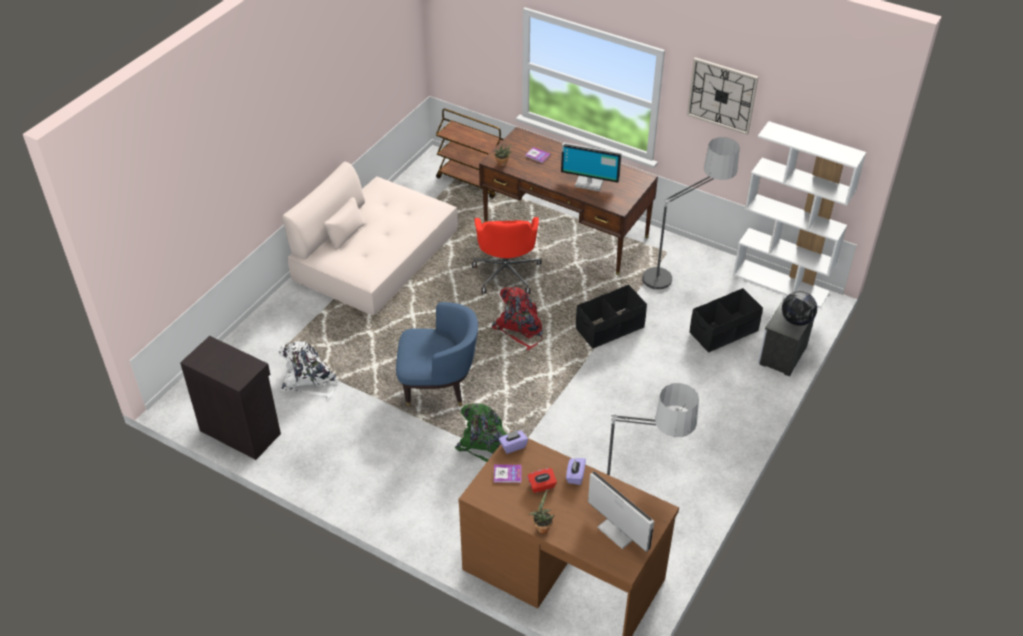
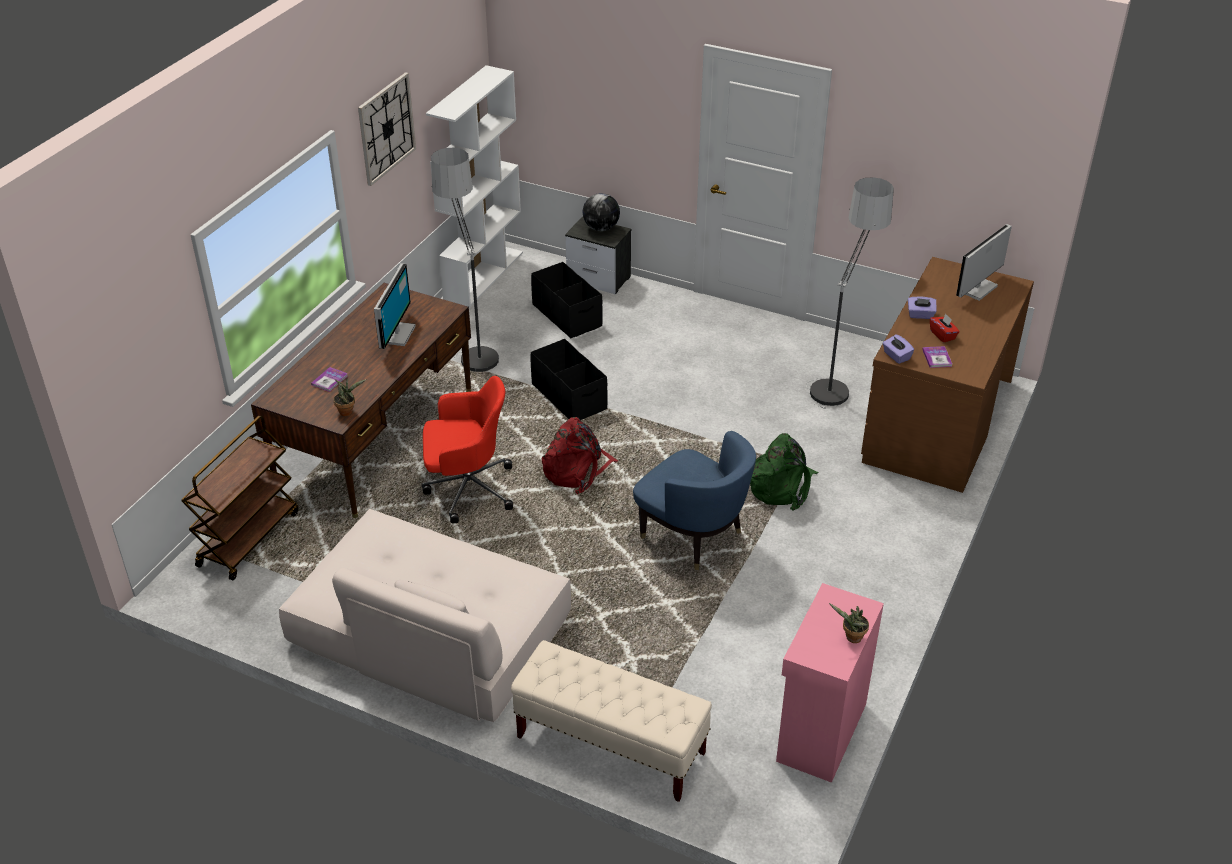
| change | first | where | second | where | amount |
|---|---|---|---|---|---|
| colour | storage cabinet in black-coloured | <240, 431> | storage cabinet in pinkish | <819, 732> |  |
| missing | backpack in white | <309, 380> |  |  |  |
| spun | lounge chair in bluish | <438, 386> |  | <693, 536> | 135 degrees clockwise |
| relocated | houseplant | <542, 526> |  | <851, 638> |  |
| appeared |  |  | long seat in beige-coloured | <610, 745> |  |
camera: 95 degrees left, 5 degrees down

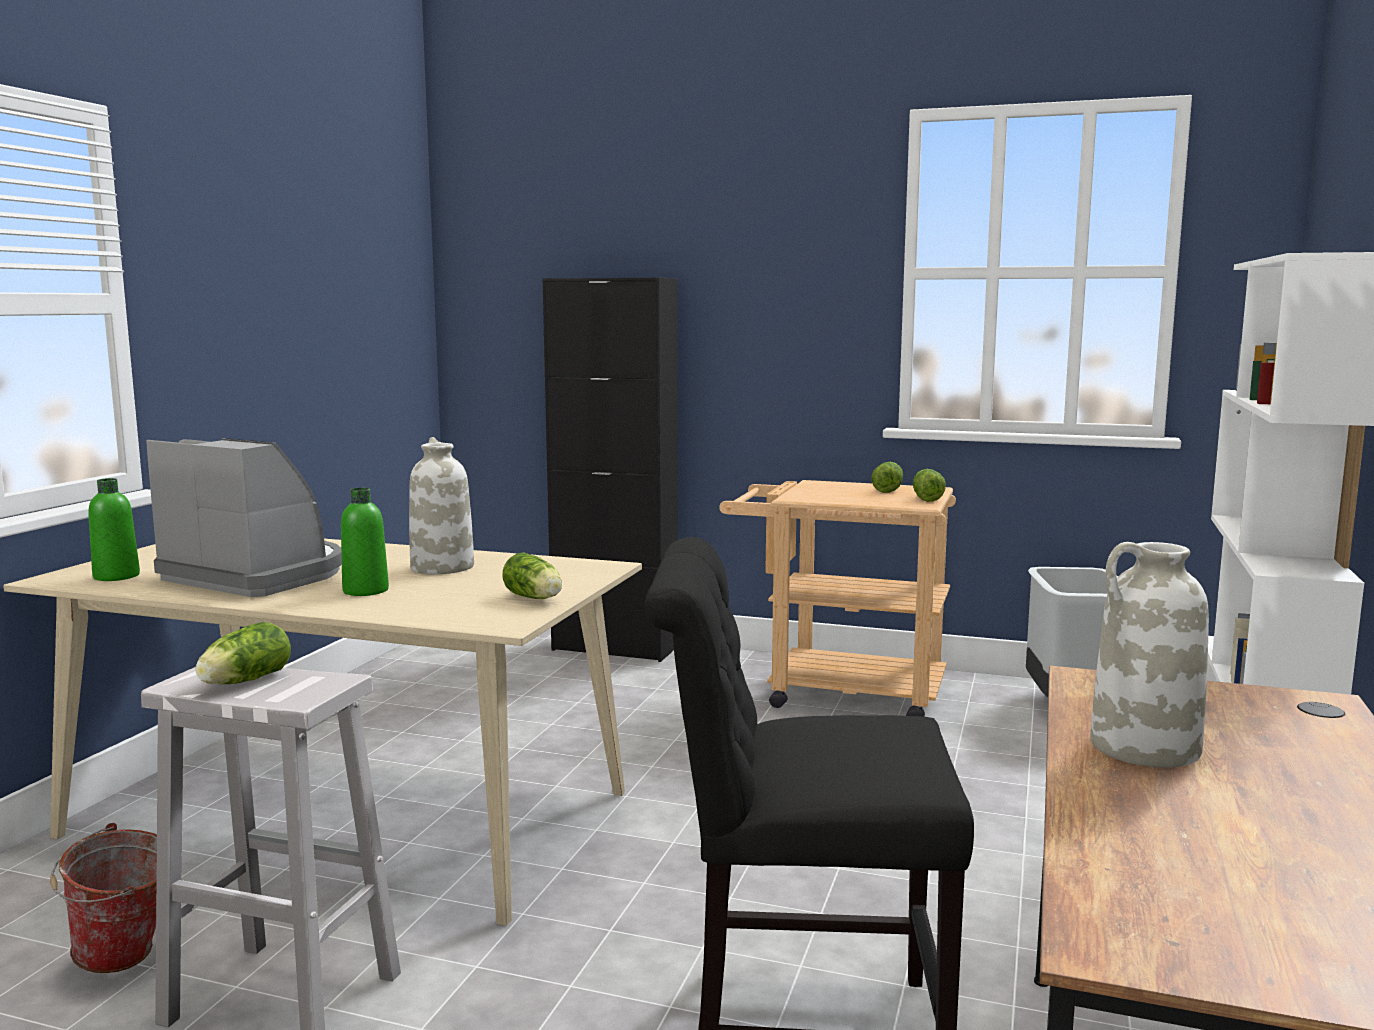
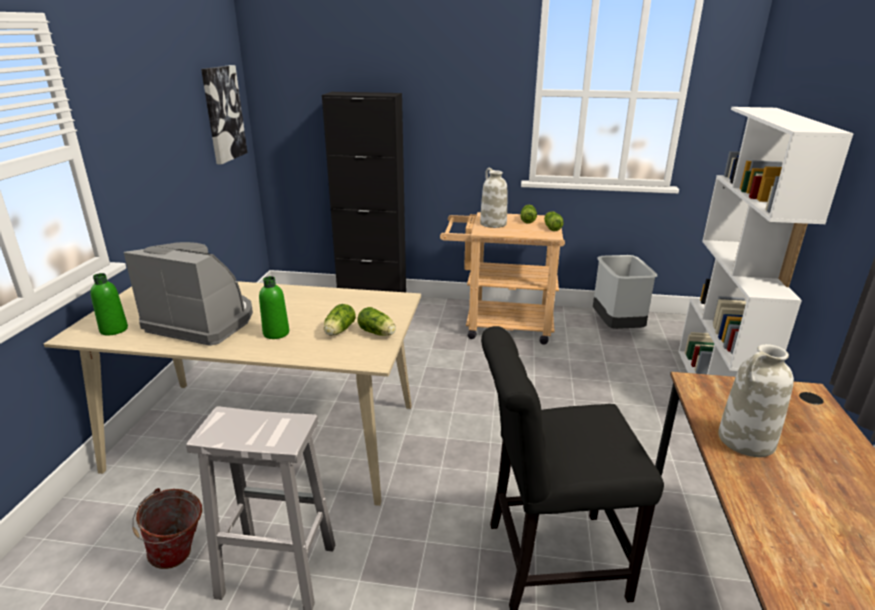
| change | first | where | second | where | amount |
|---|---|---|---|---|---|
| relocated | lettuce head | <242, 681> |  | <338, 331> |  |
| relocated | flower vase in white | <441, 567> |  | <492, 224> |  |
| appeared |  |  | picture | <223, 114> |  |
camera: 10 degrees left, 15 degrees up

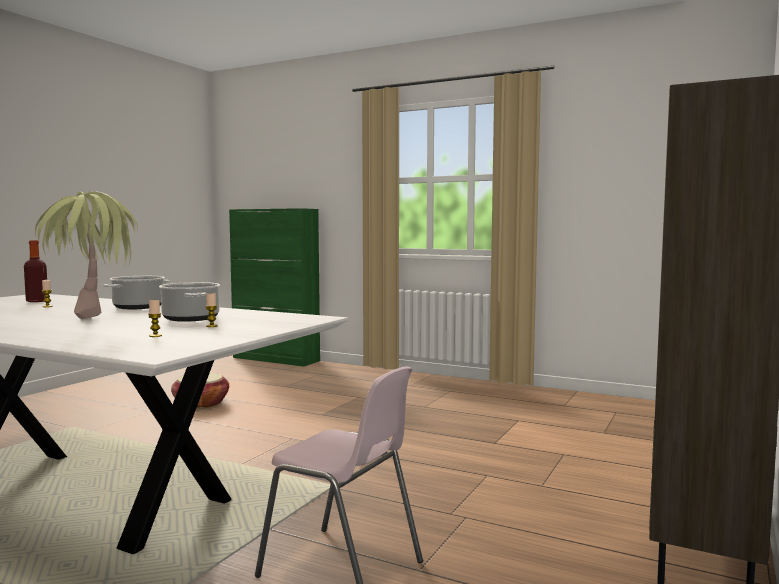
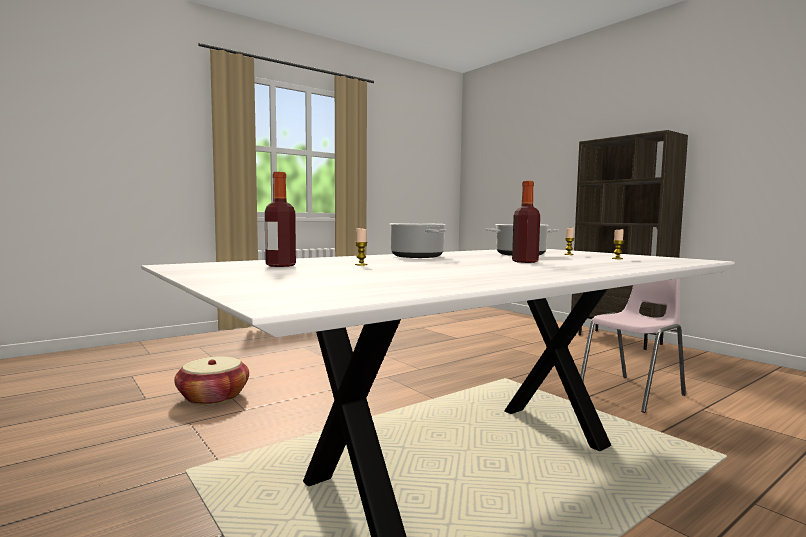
| change | first | where | second | where | amount |
|---|---|---|---|---|---|
| exchanged | houseplant | <91, 322> | drink bottle | <525, 262> |  |
| missing | storage cabinet in greenish | <276, 359> |  |  |  |
camera: 65 degrees left, 0 degrees up

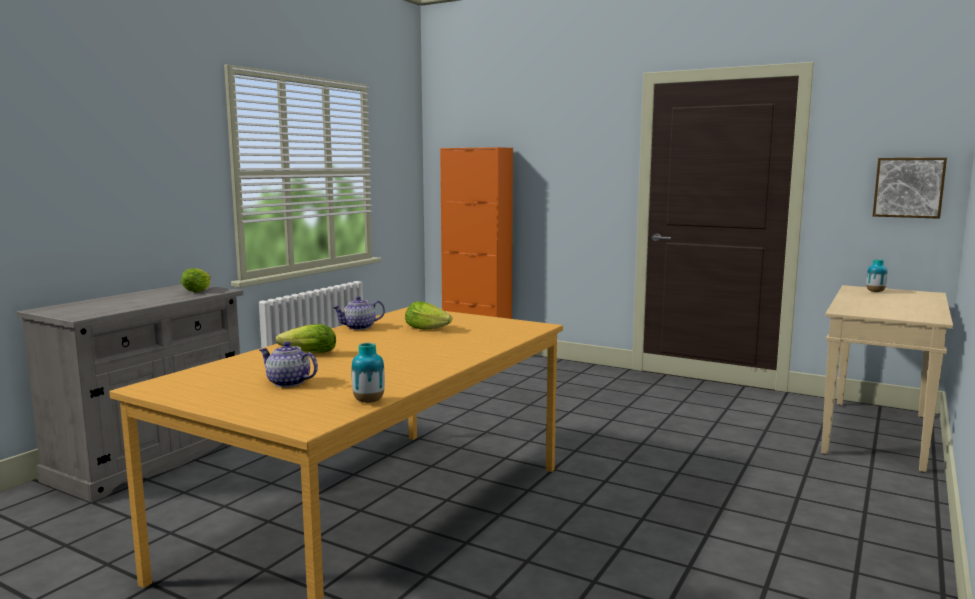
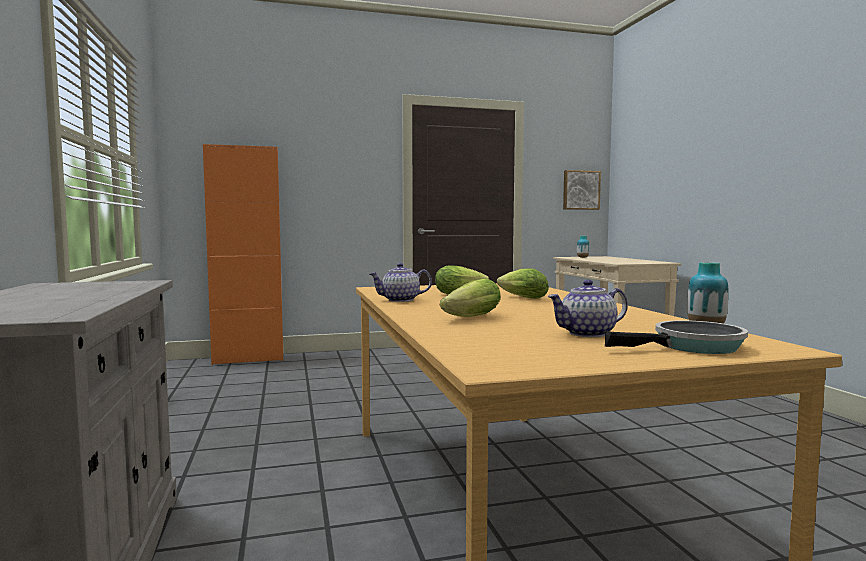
| change | first | where | second | where | amount |
|---|---|---|---|---|---|
| relocated | lettuce head | <199, 290> |  | <520, 297> |  |
| spun | tea pot | <359, 327> |  | <400, 300> | 60 degrees clockwise |
| appeared |  |  | skillet | <692, 347> |  |
camera: 45 degrees left, 5 degrees down

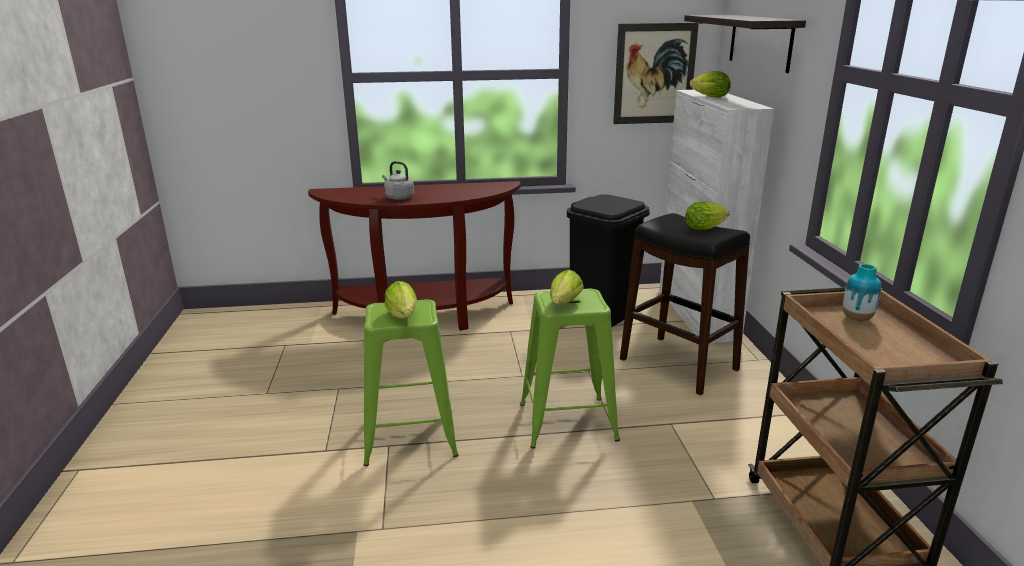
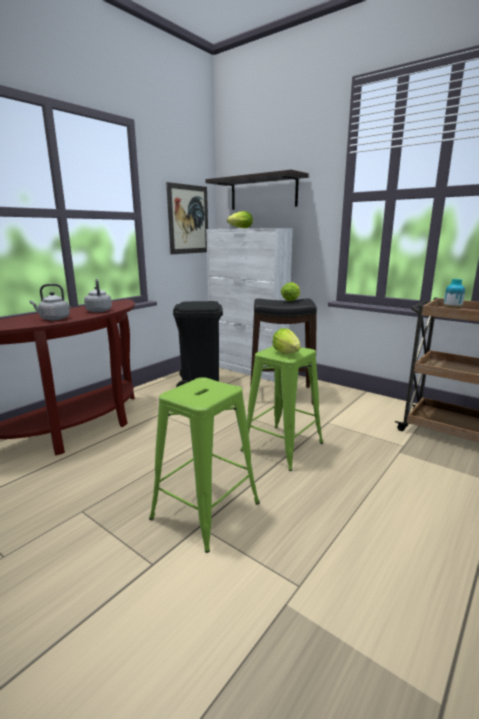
| change | first | where | second | where | amount |
|---|---|---|---|---|---|
| missing | lettuce head | <403, 317> |  |  |  |
| appeared |  |  | water kettle in grey | <99, 310> |  |
camera: 45 degrees left, 5 degrees down

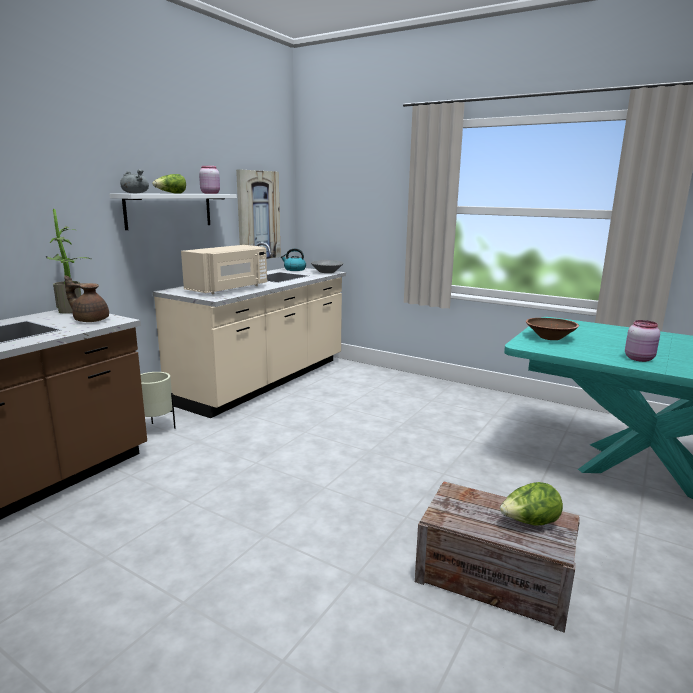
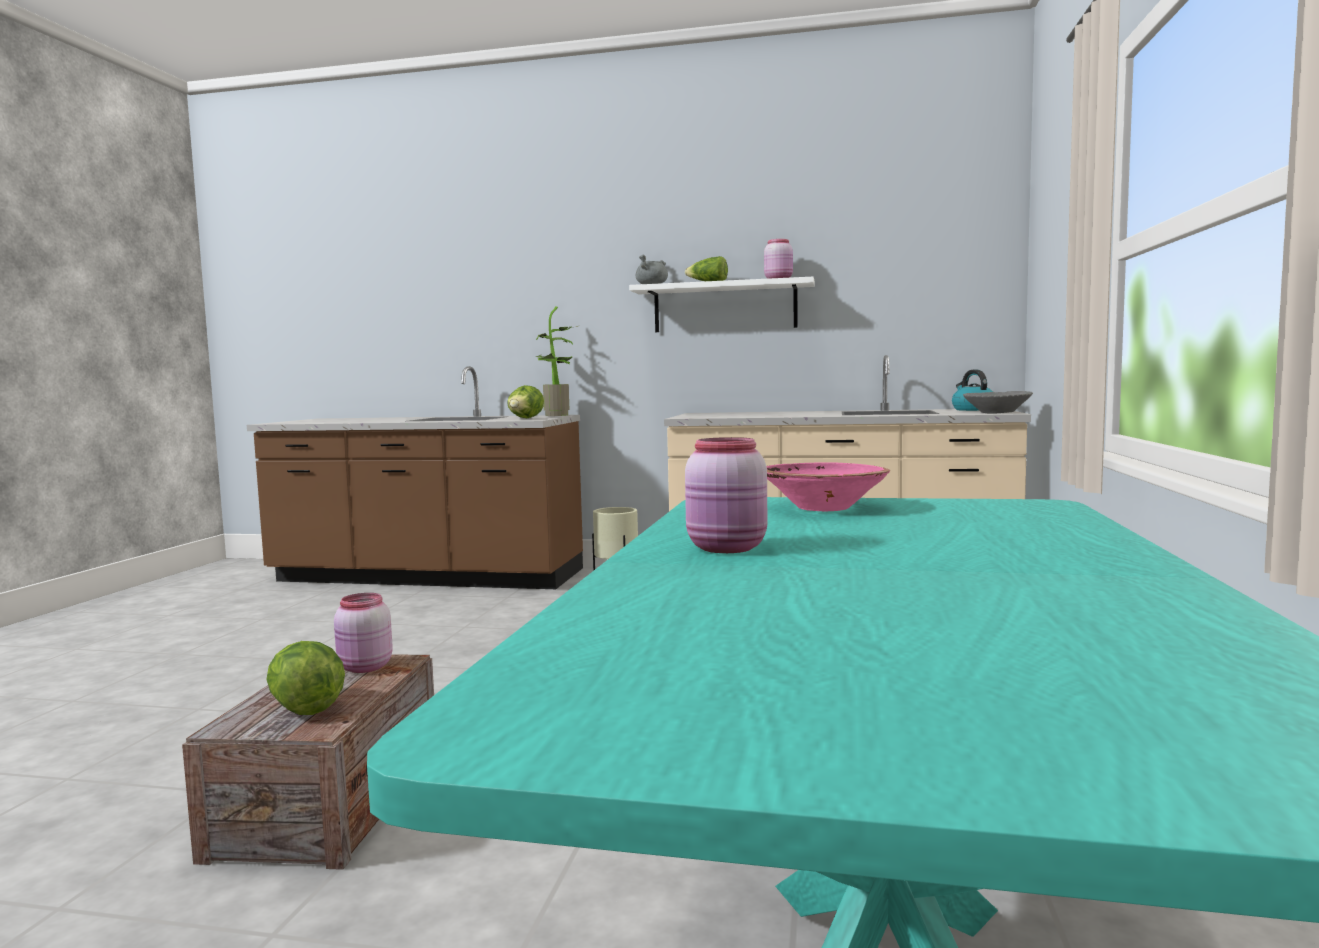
| change | first | where | second | where | amount |
|---|---|---|---|---|---|
| exchanged | tea pot in brown-coloured | <90, 320> | lettuce head | <525, 418> |  |
| missing | kitchen microwave in beige-coloured | <229, 289> |  |  |  |
| missing | picture | <258, 215> |  |  |  |
| colour | bowl in brown-coloured | <550, 338> | bowl in pinkish | <822, 507> |  |
| appeared |  |  | jar in pinkish | <364, 668> |  |
camera: 70 degrees right, 10 degrees down

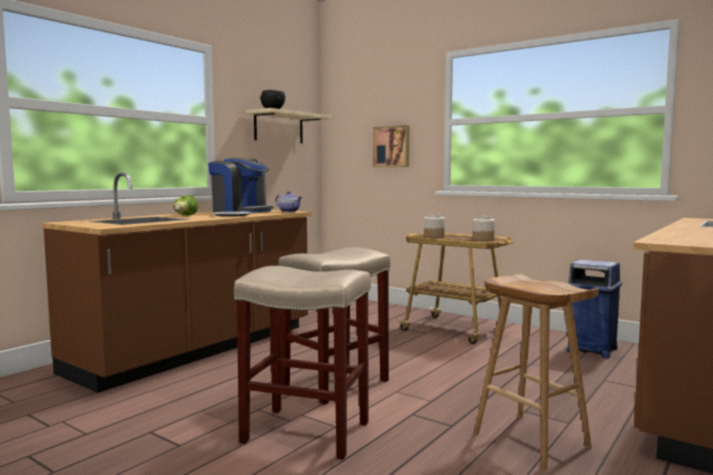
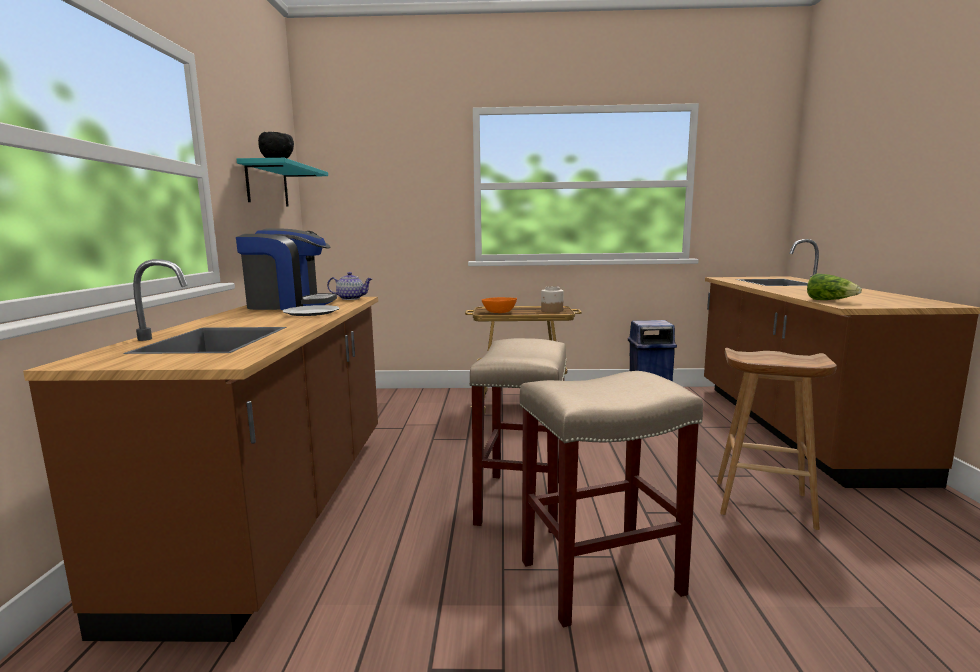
| change | first | where | second | where | amount |
|---|---|---|---|---|---|
| relocated | lettuce head | <185, 215> |  | <830, 301> |  |
| colour | shelf in beige-coloured | <279, 128> | shelf in turquoise-coloured | <267, 185> |  |
| missing | picture | <392, 146> |  |  |  |
| exchanged | jar | <433, 236> | bowl in orange-coloured | <499, 312> |  |
camera: 35 degrees left, 5 degrees up

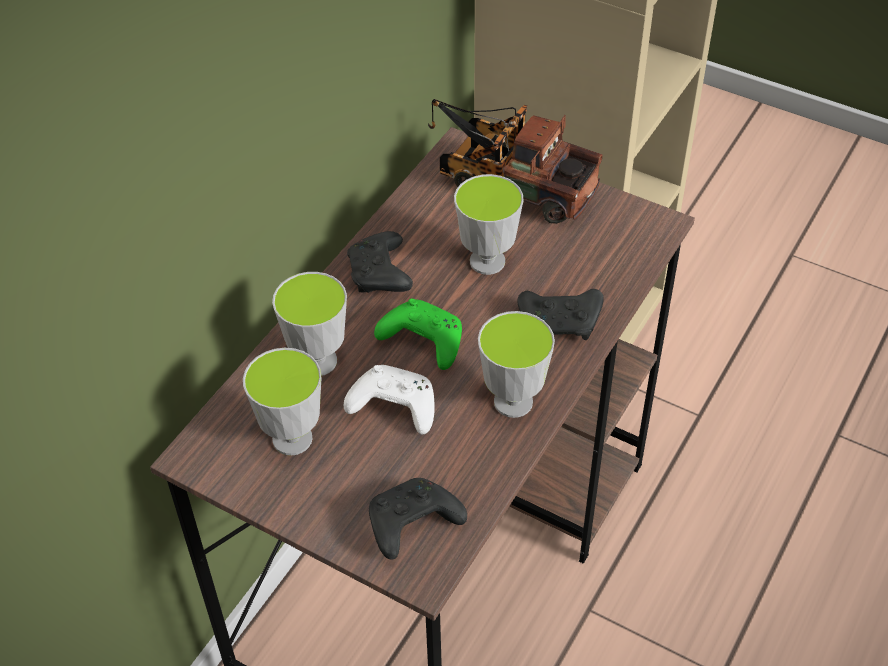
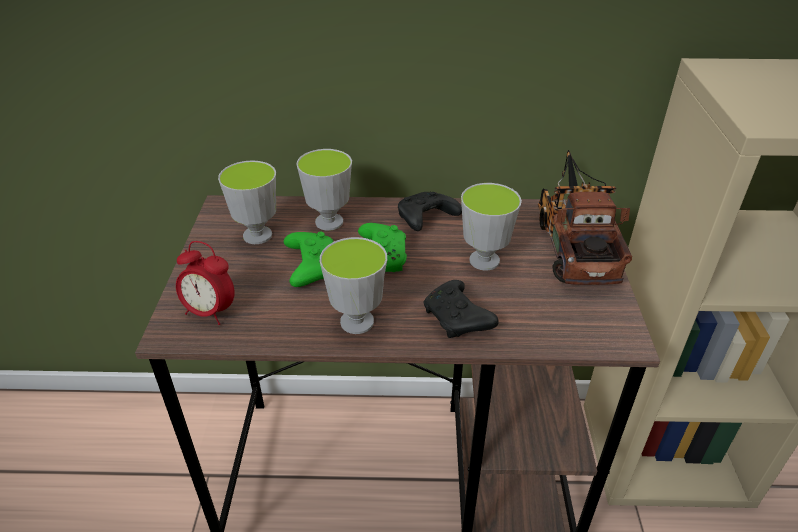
| change | first | where | second | where | amount |
|---|---|---|---|---|---|
| colour | gamepad in white | <392, 407> | gamepad in greenish | <311, 266> |  |
| exchanged | gamepad in black-coloured | <411, 526> | table clock | <210, 312> |  |
camera: 60 degrees right, 10 degrees down

